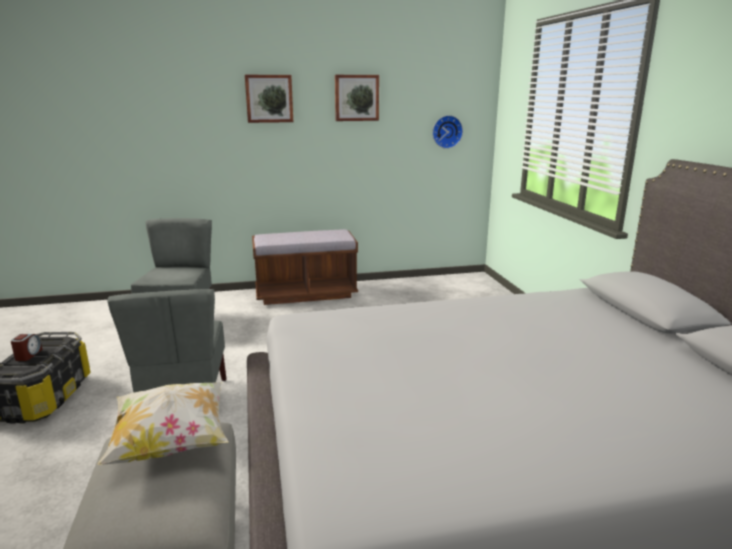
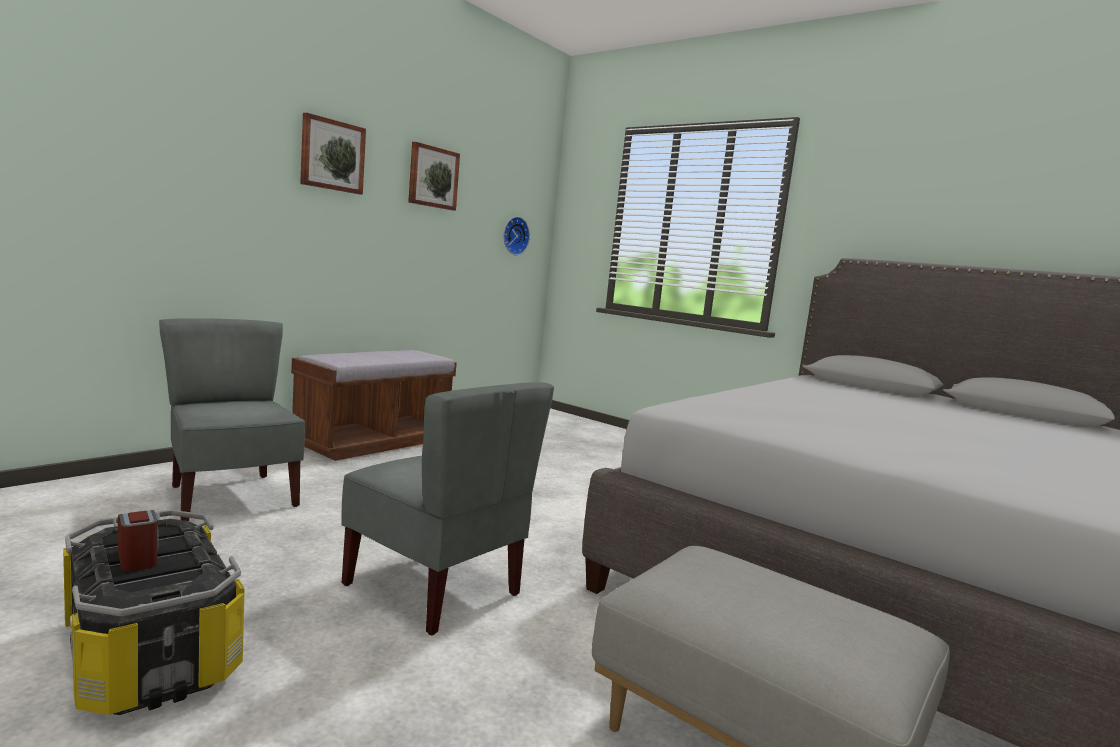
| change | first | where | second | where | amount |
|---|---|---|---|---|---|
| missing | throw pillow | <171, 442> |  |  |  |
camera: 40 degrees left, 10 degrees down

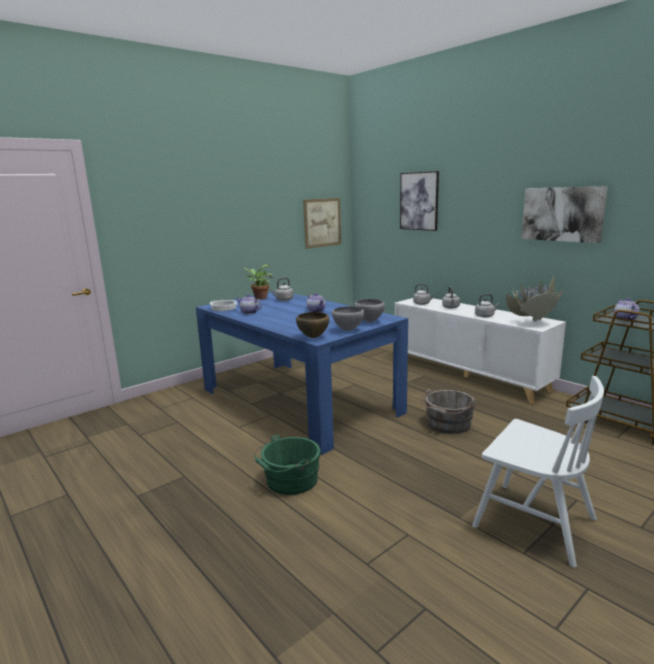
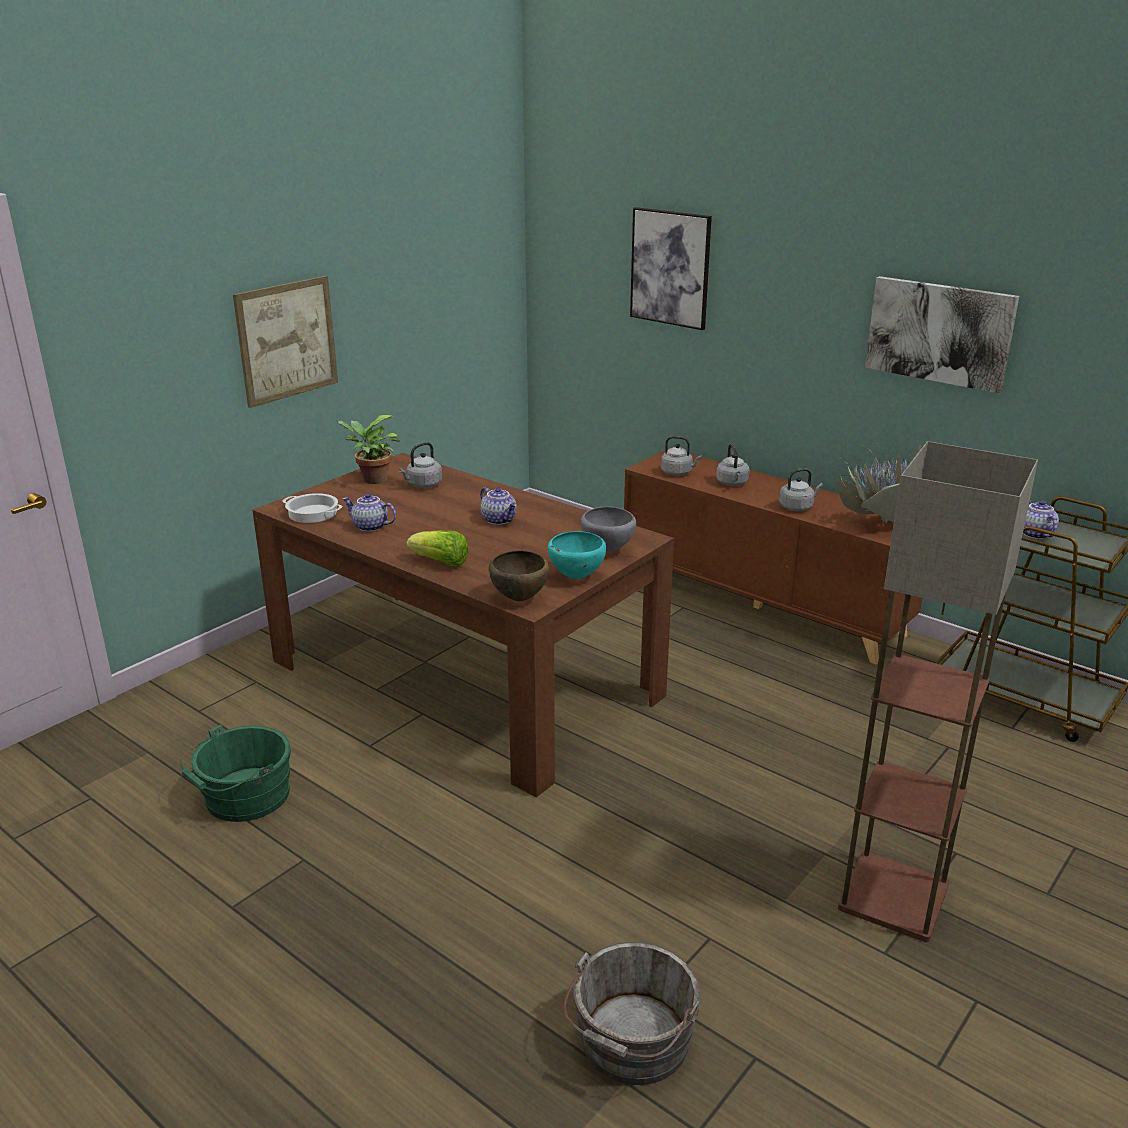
| change | first | where | second | where | amount |
|---|---|---|---|---|---|
| colour | dining table in bluish | <298, 400> | dining table in brown-coloured | <464, 678> |  |
| relocated | water bucket in greenish | <289, 481> |  | <243, 798> |  |
| relocated | picture | <322, 222> |  | <287, 340> |  |
| colour | bowl in grey | <348, 330> | bowl in turquoise-coloured | <576, 577> |  |
| colour | storage cabinet in white | <469, 375> | storage cabinet in brown-coloured | <762, 604> |  |
| relocated | water bucket in grey | <447, 425> |  | <631, 1044> |  |
| exchanged | plain chair in white | <533, 522> | standard lamp | <895, 898> |  |
| appeared |  |  | lettuce head | <440, 563> |  |
camera: 10 degrees left, 10 degrees up

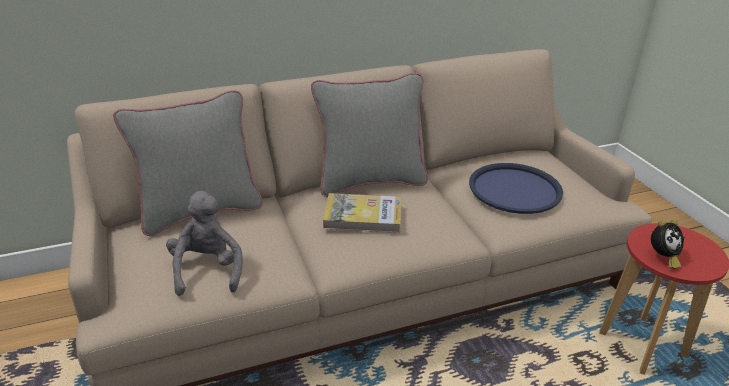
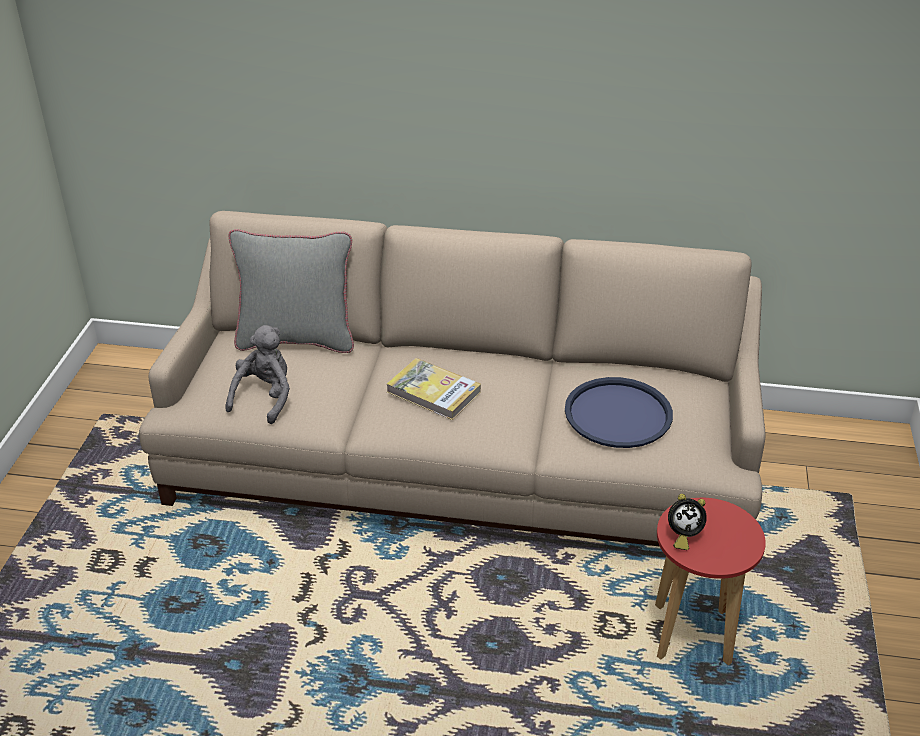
| change | first | where | second | where | amount |
|---|---|---|---|---|---|
| missing | throw pillow in grey | <370, 181> |  |  |  |
camera: 30 degrees right, 5 degrees up

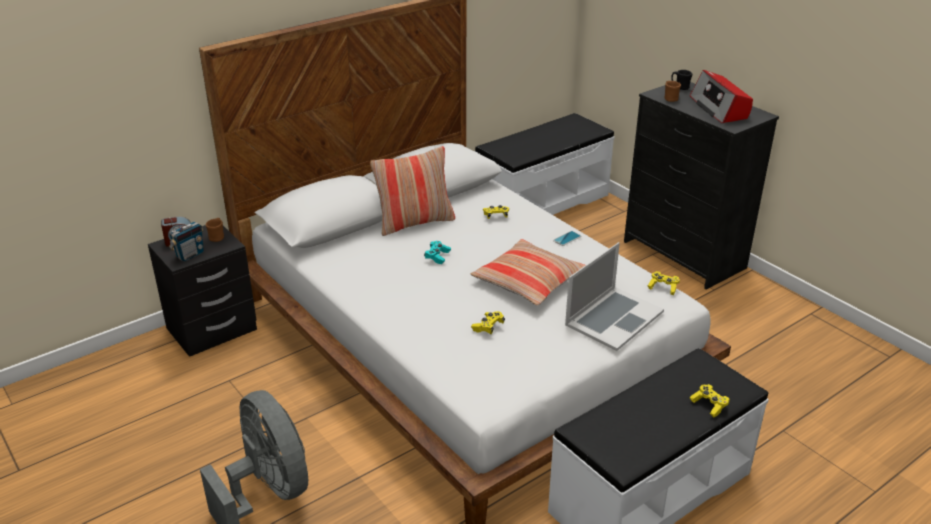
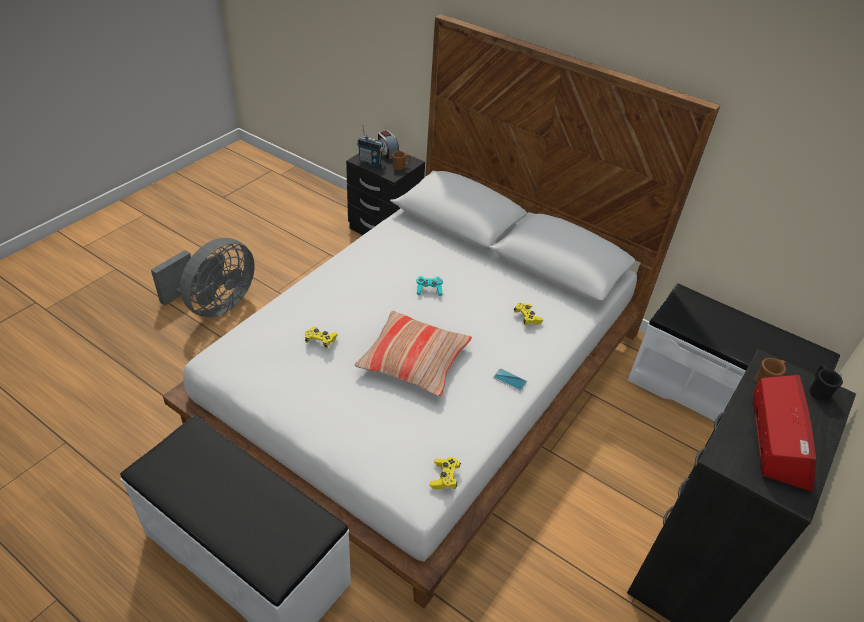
| change | first | where | second | where | amount |
|---|---|---|---|---|---|
| missing | throw pillow | <414, 222> |  |  |  |
| missing | laptop | <613, 318> |  |  |  |
| spun | radio | <719, 108> |  | <778, 440> | 135 degrees clockwise |
| missing | gamepad in yellowish | <709, 405> |  |  |  |
camera: 70 degrees right, 10 degrees up

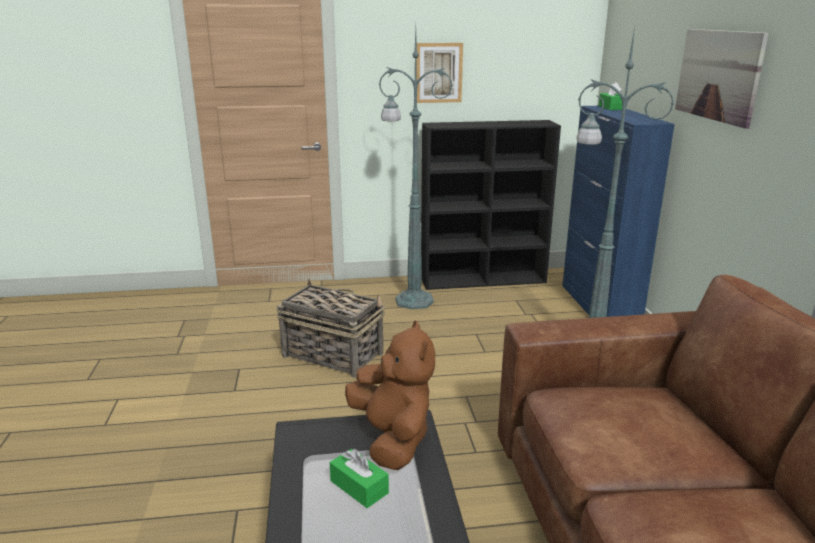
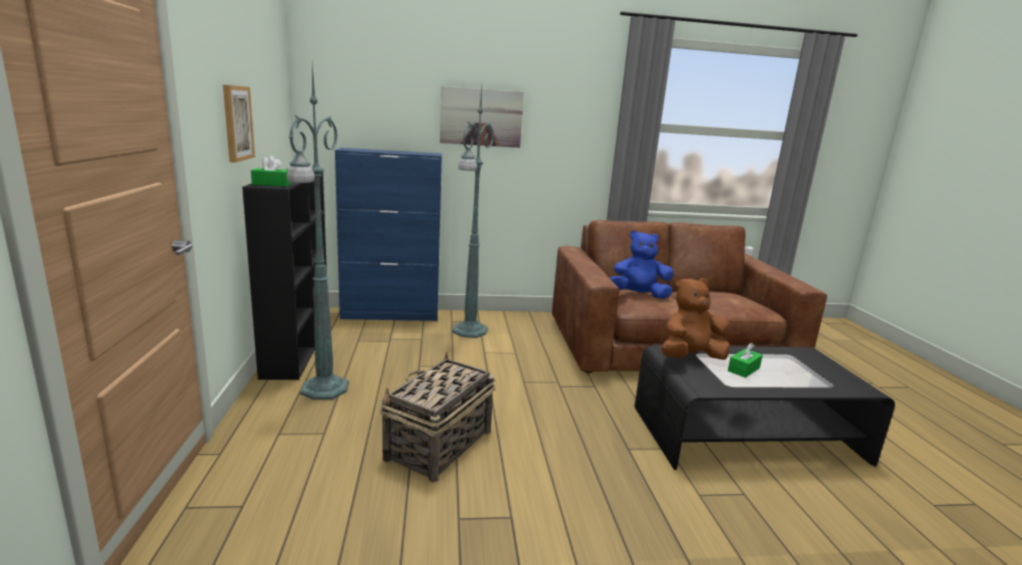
| change | first | where | second | where | amount |
|---|---|---|---|---|---|
| relocated | box of tissues in greenish | <611, 108> |  | <272, 184> |  |
| appeared |  |  | plush toy in bluish | <638, 295> |  |
camera: 90 degrees left, 5 degrees down

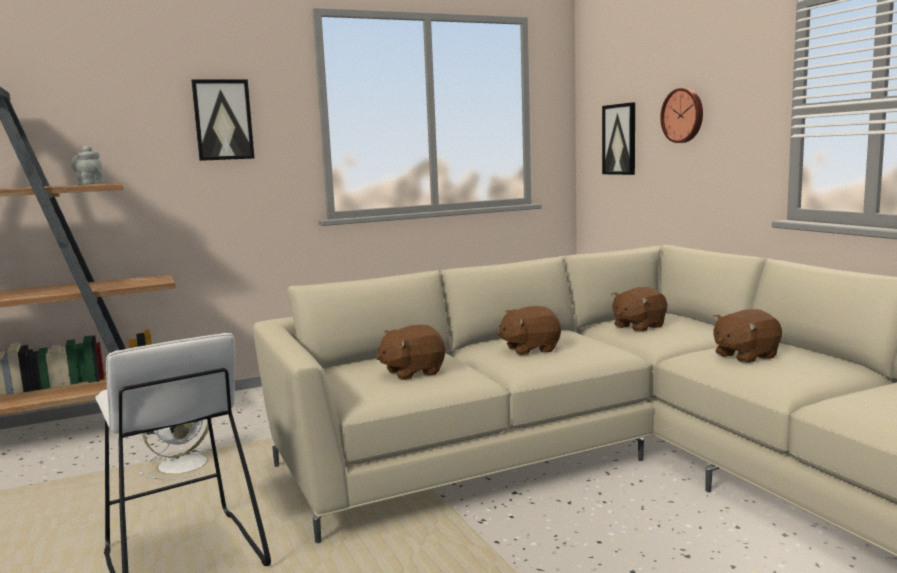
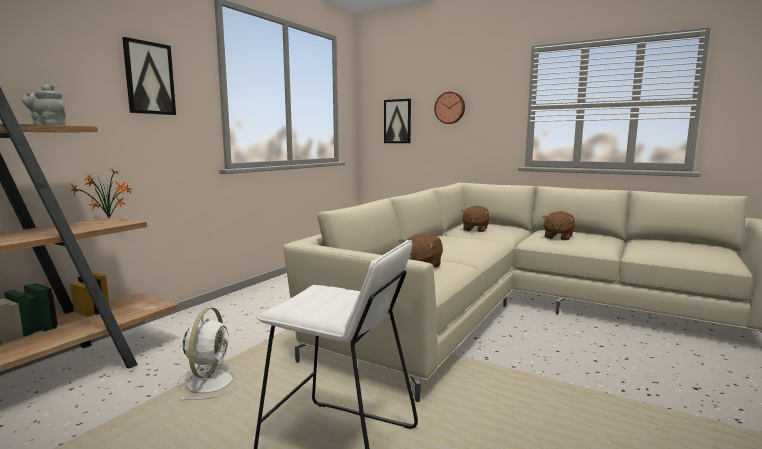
| change | first | where | second | where | amount |
|---|---|---|---|---|---|
| missing | plush toy in brown-coloured | <530, 349> |  |  |  |
| appeared |  |  | houseplant | <109, 219> |  |
camera: 35 degrees left, 0 degrees up

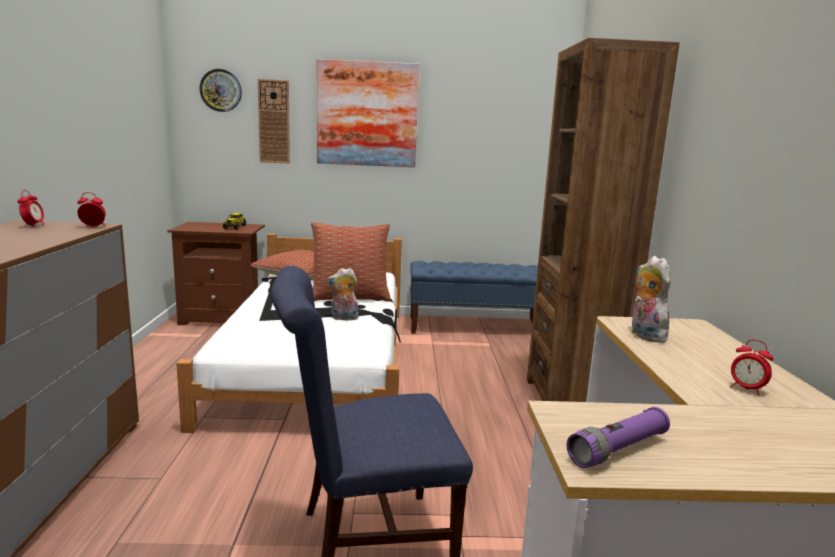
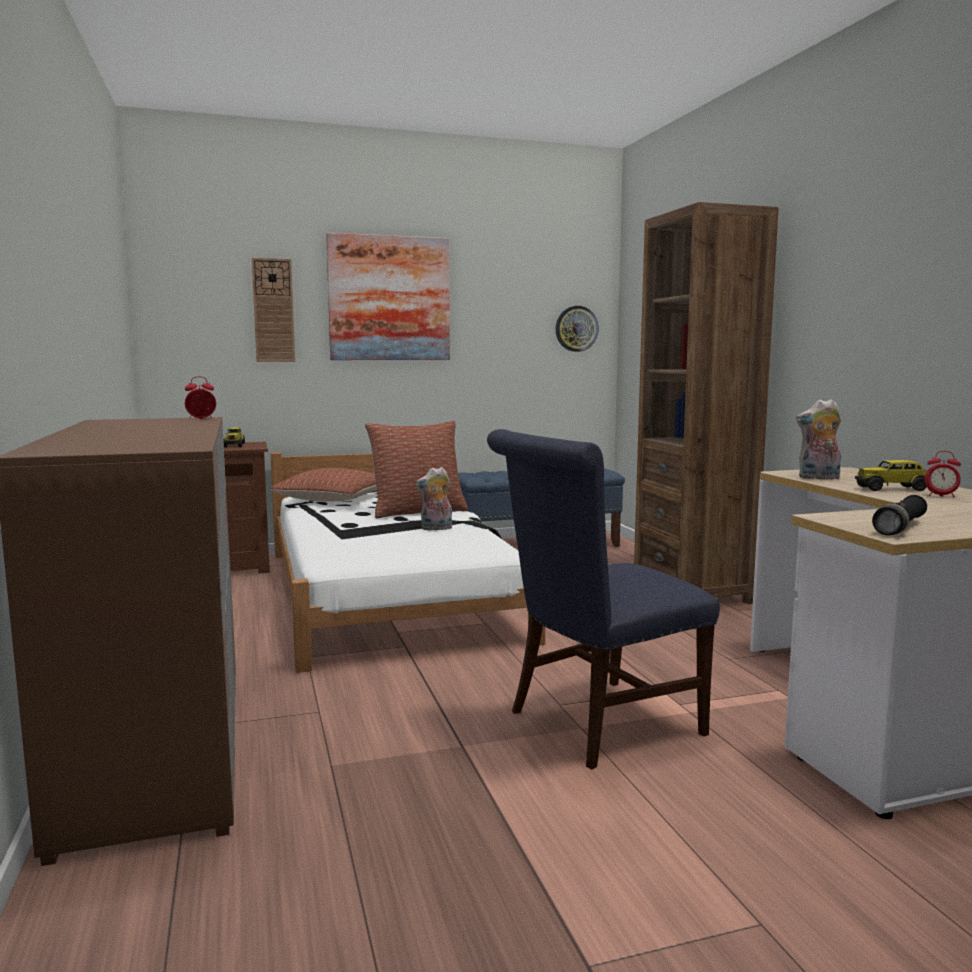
| change | first | where | second | where | amount |
|---|---|---|---|---|---|
| missing | table clock | <33, 226> |  |  |  |
| relocated | hanging clock | <221, 90> |  | <576, 328> |  |
| colour | flashlight in purplish | <618, 450> | flashlight in black-coloured | <900, 527> |  |
| spun | plush toy | <644, 335> |  | <818, 478> | 60 degrees counterclockwise |
| appeared |  |  | toy truck | <891, 489> |  |
camera: 15 degrees left, 5 degrees down

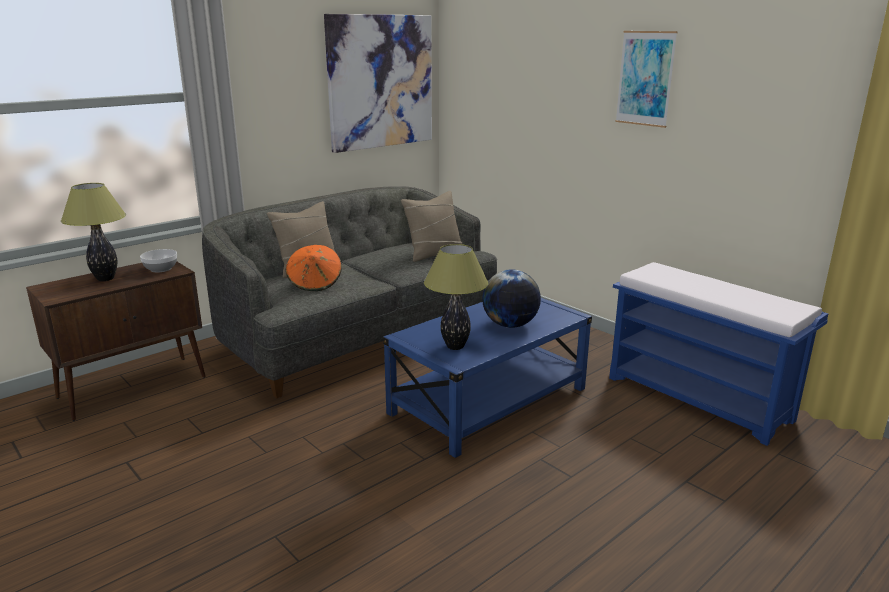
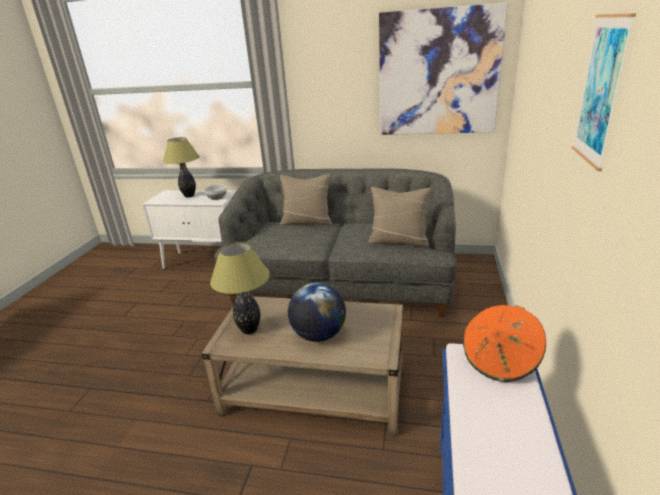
| change | first | where | second | where | amount |
|---|---|---|---|---|---|
| colour | storage cabinet in brown-coloured | <134, 387> | storage cabinet in white | <206, 262> |  |
| relocated | wearable hat in orange-coloured | <315, 283> |  | <500, 360> |  |
| colour | coffee table in bluish | <489, 401> | coffee table in beige-coloured | <314, 389> |  |
camera: 55 degrees right, 5 degrees up

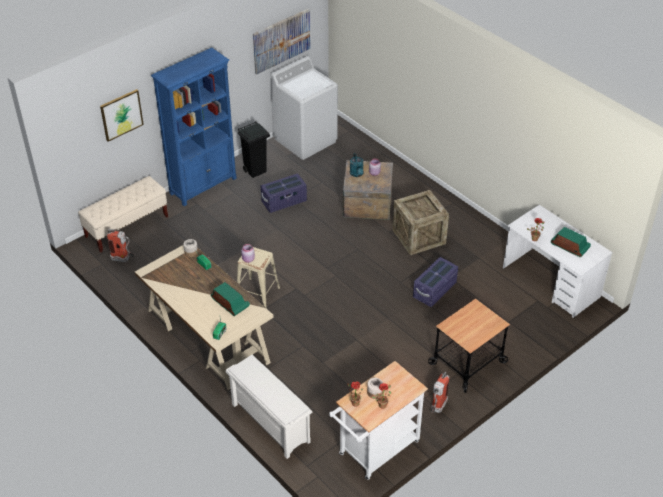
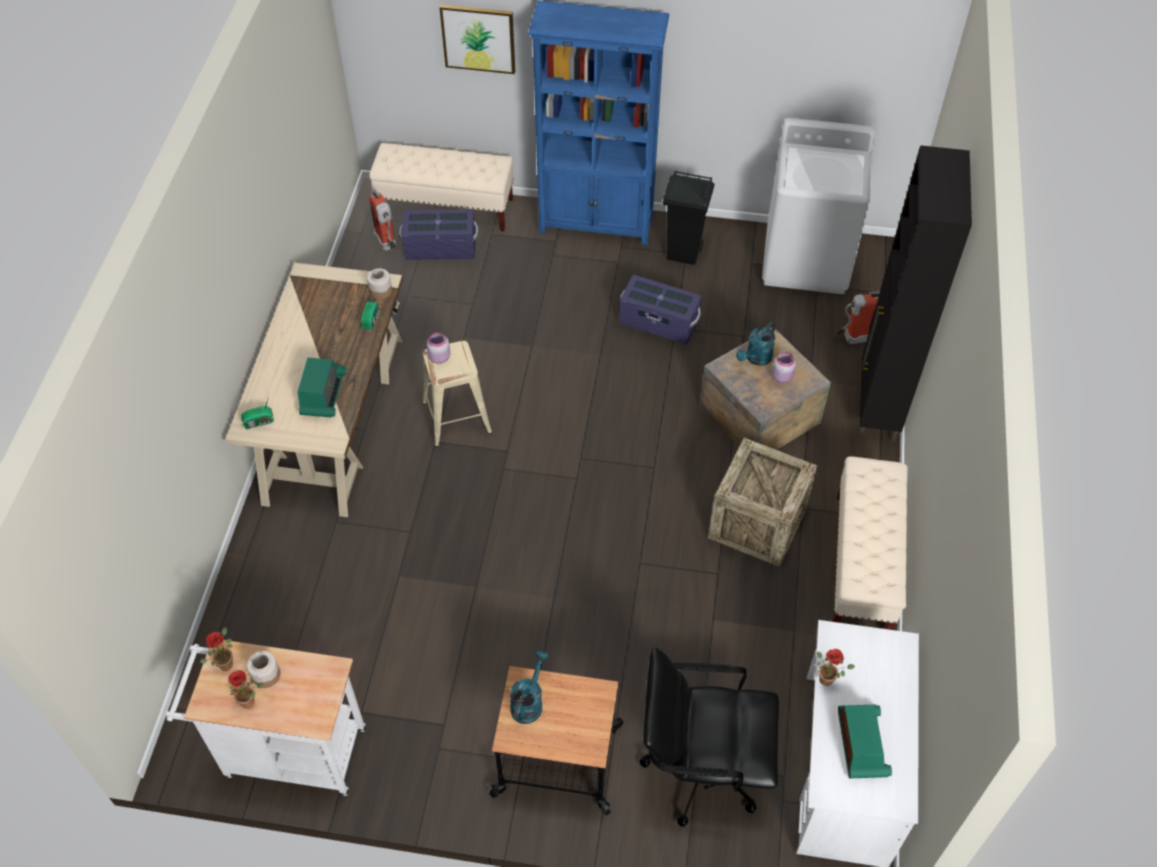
| change | first | where | second | where | amount |
|---|---|---|---|---|---|
| missing | shoe stand in white | <269, 423> |  |  |  |
| missing | picture | <281, 40> |  |  |  |
| relocated | storage bin in purplish | <434, 290> |  | <440, 248> |  |
| relocated | fire extinguisher | <437, 408> |  | <853, 339> |  |
| appeared |  |  | sprinkling can in turquoise-coloured | <529, 701> |  |
| appeared |  |  | computer chair in black-coloured | <701, 767> |  |
| appeared |  |  | long seat in beige-coloured | <862, 565> |  |
| appeared |  |  | storage cabinet in black-coloured | <877, 407> |  |
camera: 50 degrees right, 10 degrees up

